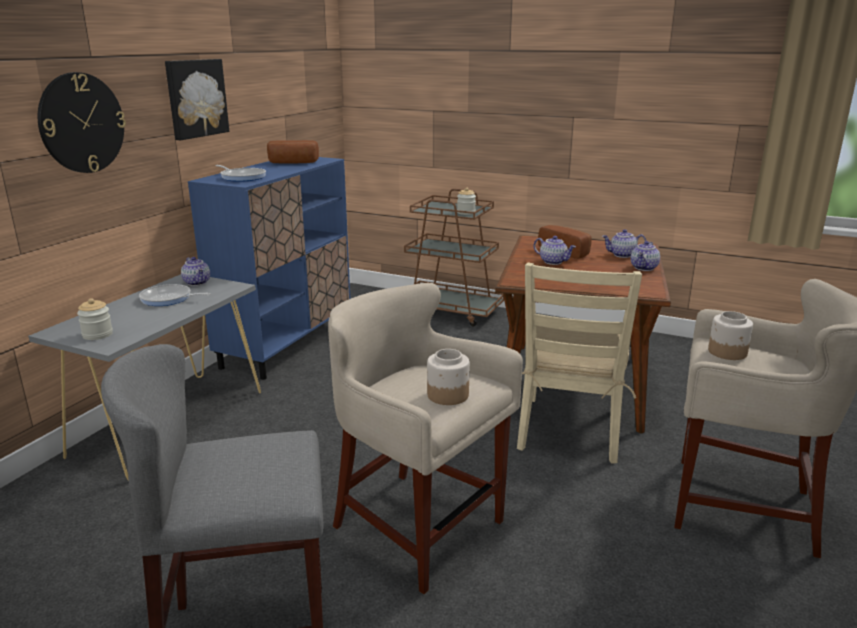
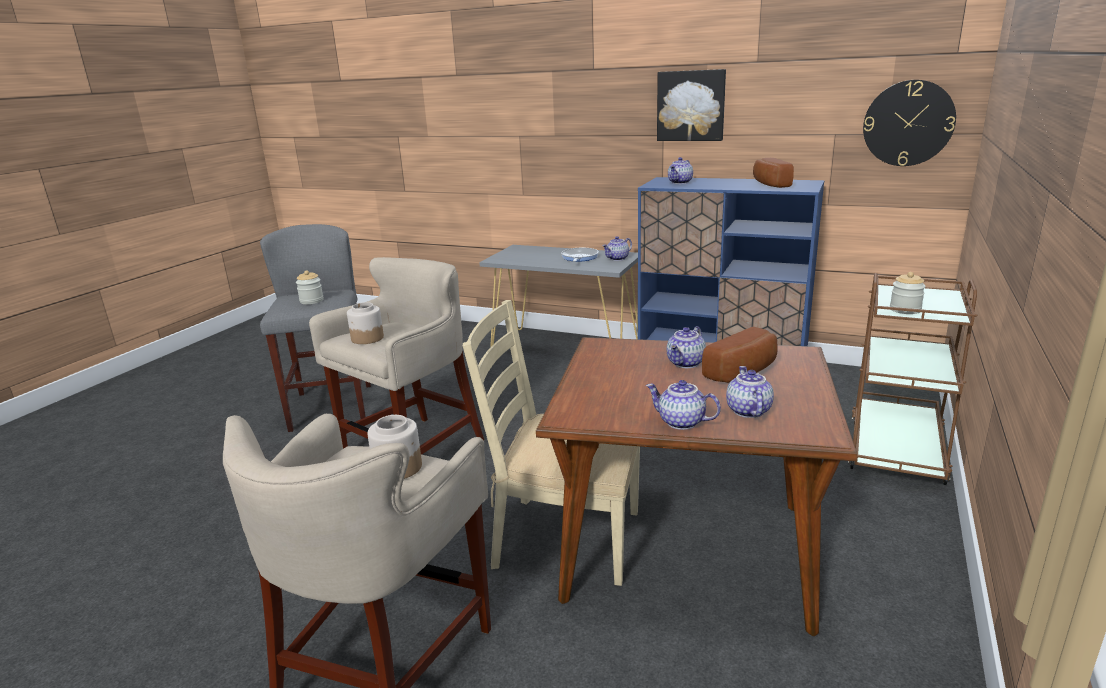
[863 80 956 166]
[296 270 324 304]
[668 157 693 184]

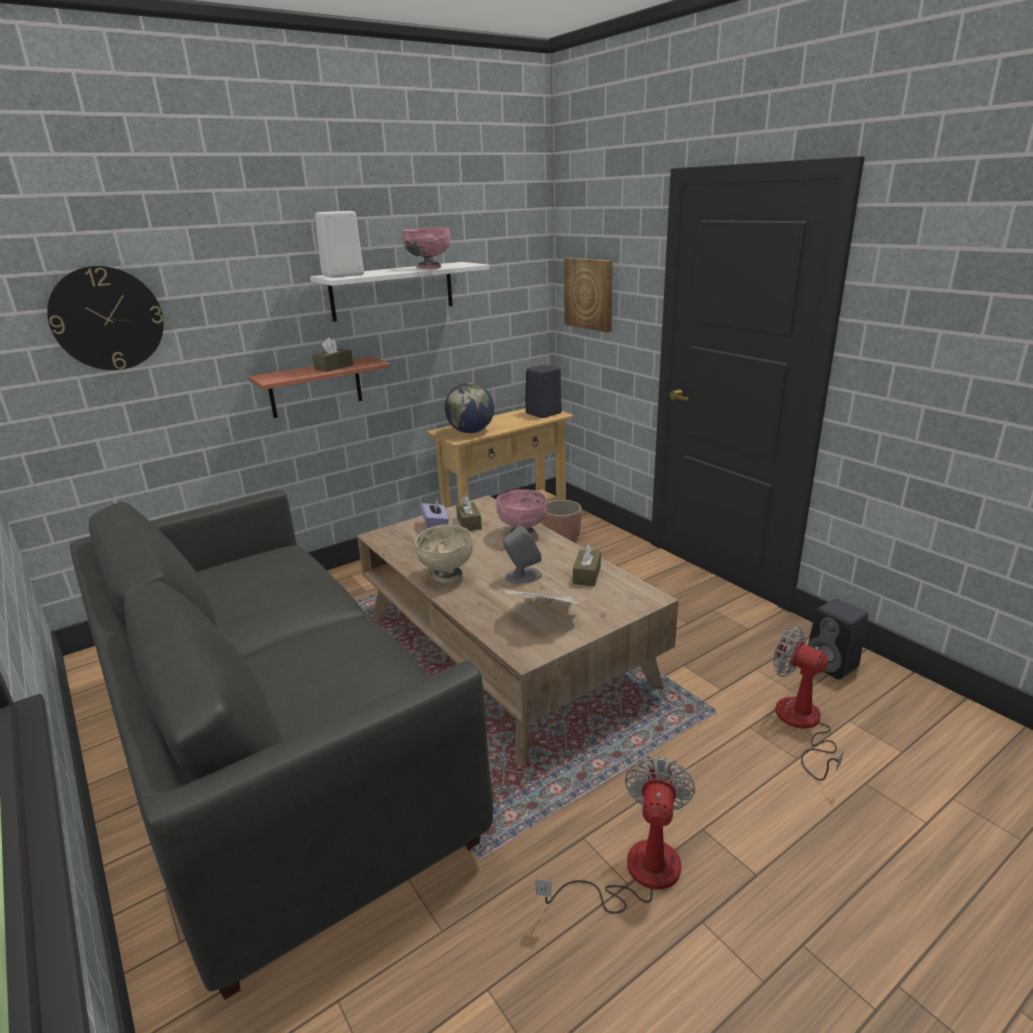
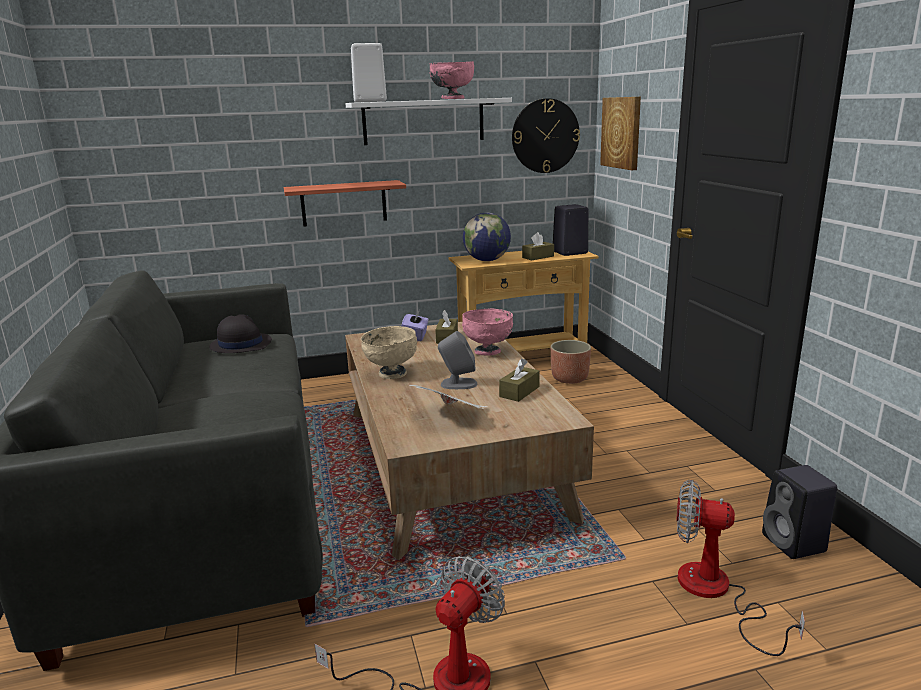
[209 314 272 353]
[512 98 580 173]
[522 232 554 261]
[676 479 805 656]

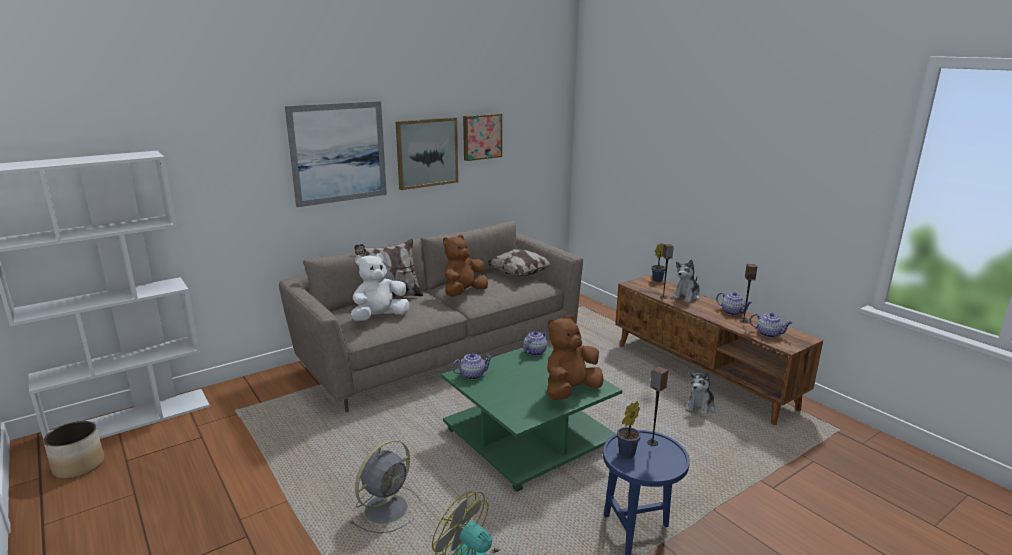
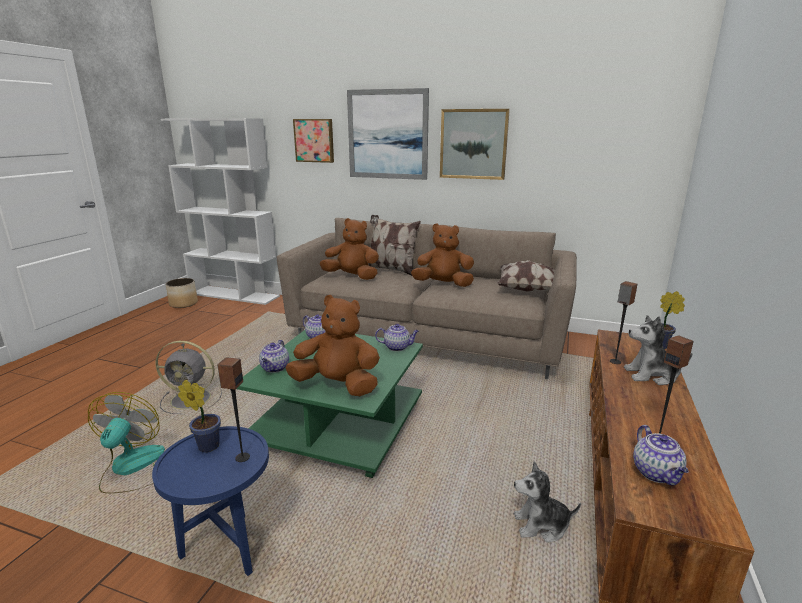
[293 119 334 163]
[259 340 289 373]
[320 218 379 280]

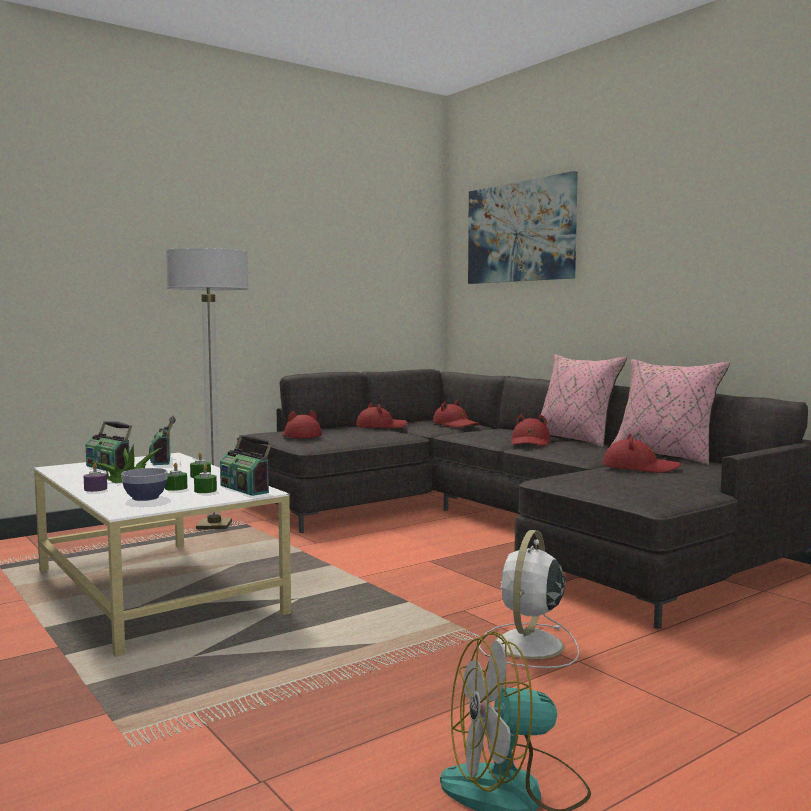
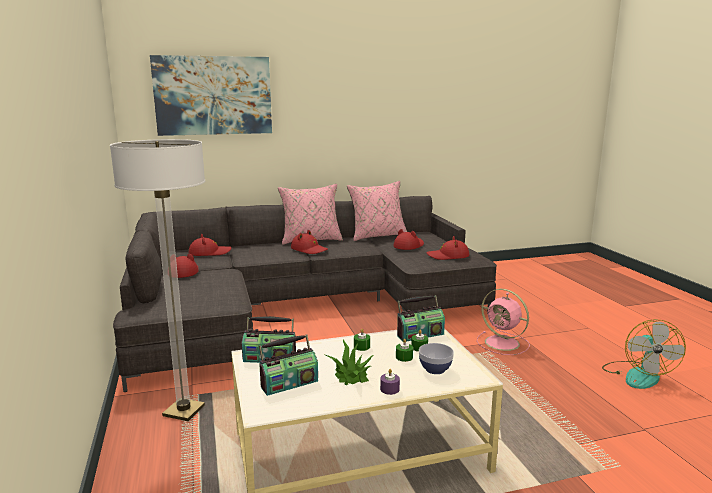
[426 236 469 260]
[477 289 530 355]

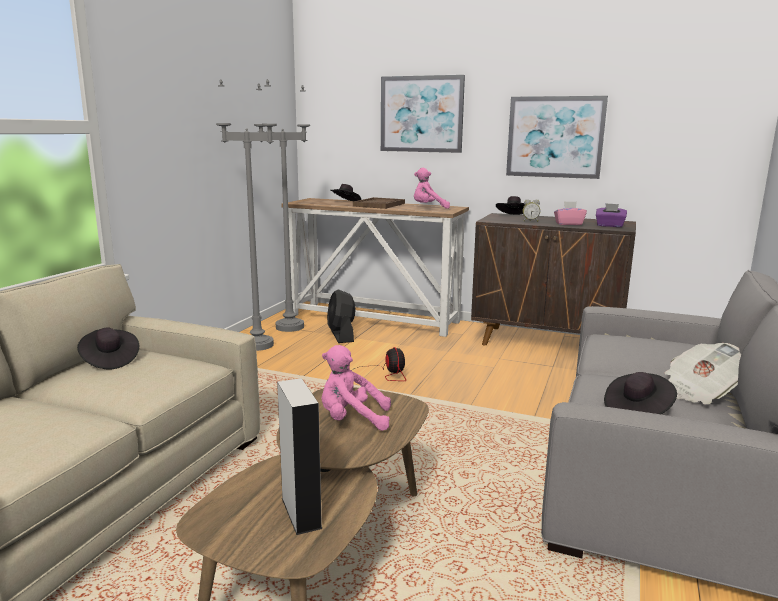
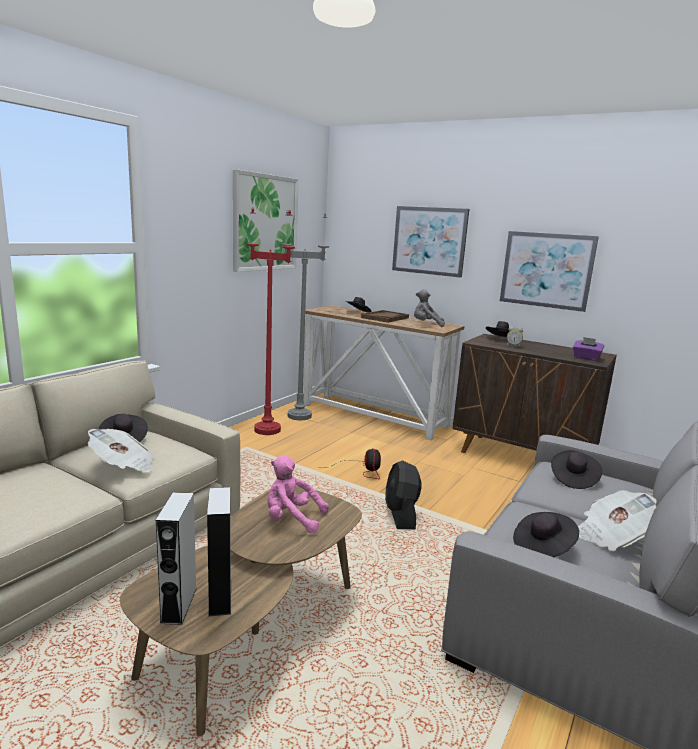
[554 201 587 225] (first image)
[88 429 153 473]
[156 492 197 625]
[233 169 299 272]
[551 450 602 489]
[385 460 421 529]
[246 208 295 435]
[414 289 445 327]

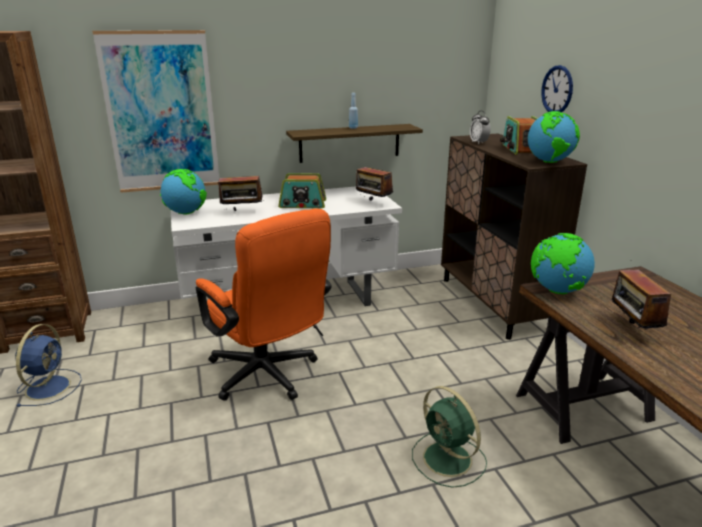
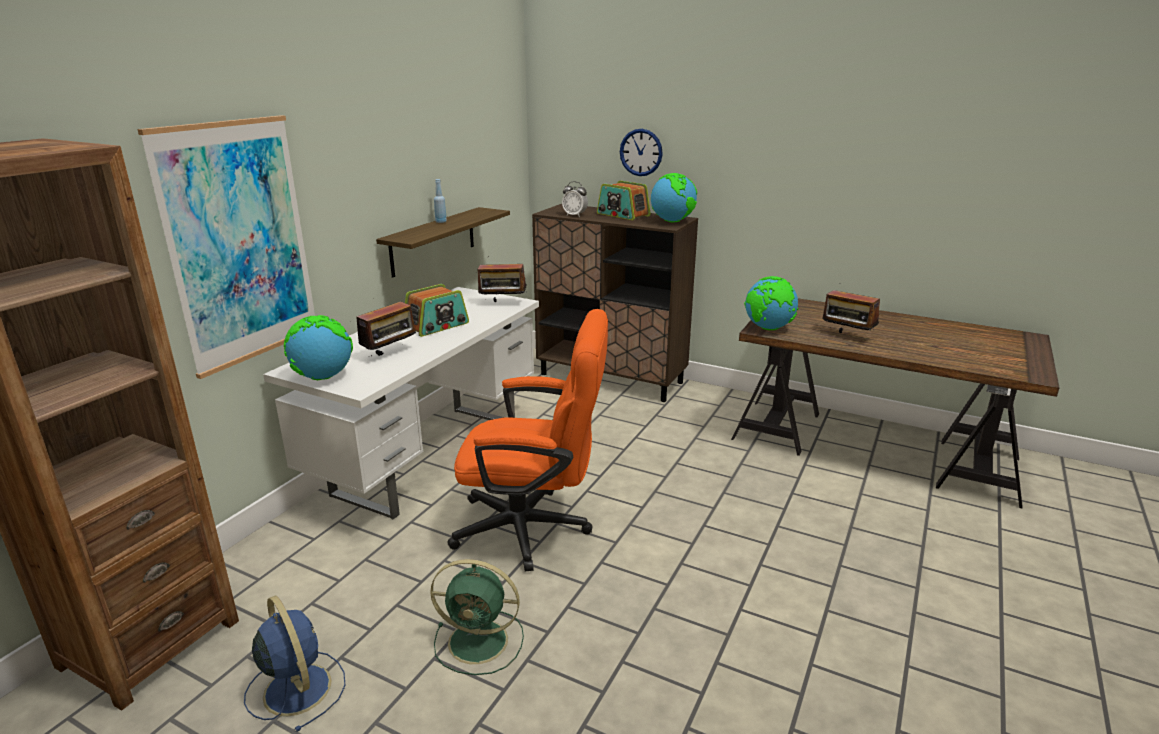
[430 559 524 675]

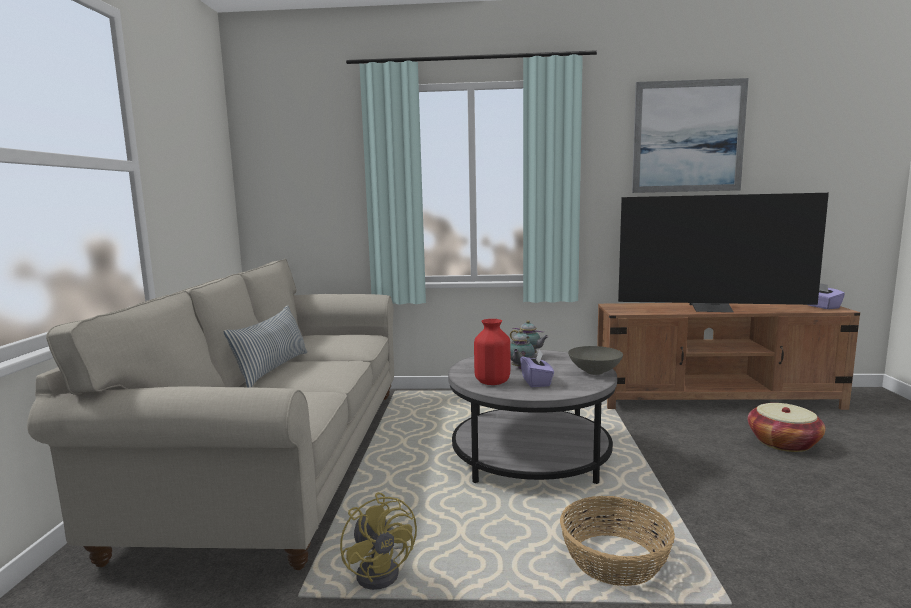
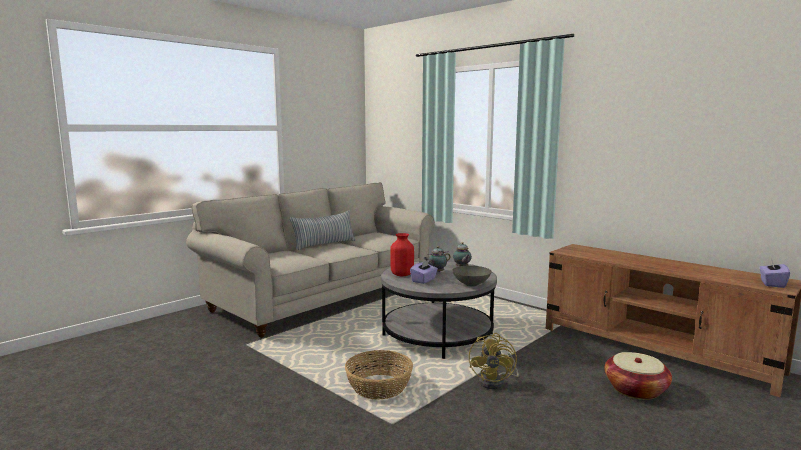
[618 193 829 312] (first image)
[632 78 748 193] (first image)
[469 333 519 389]

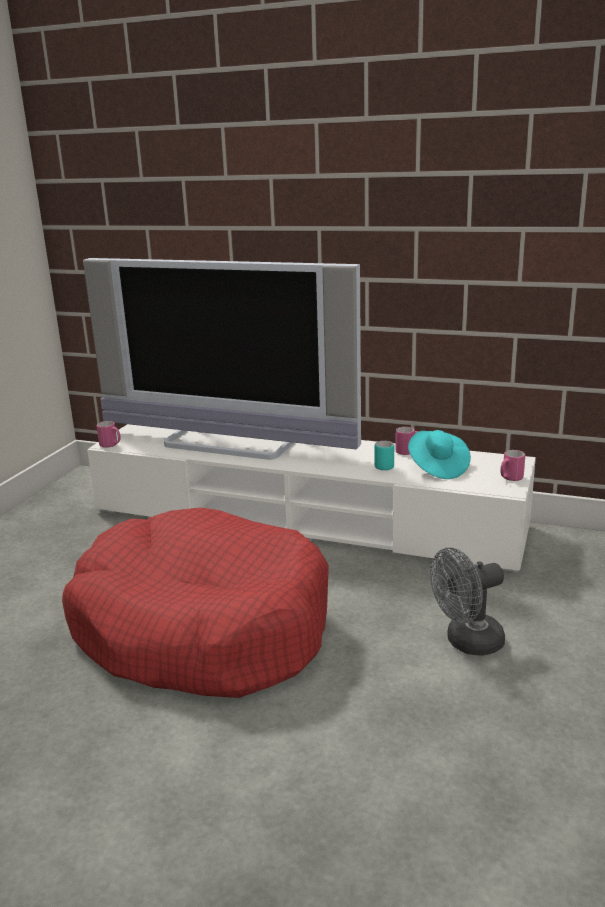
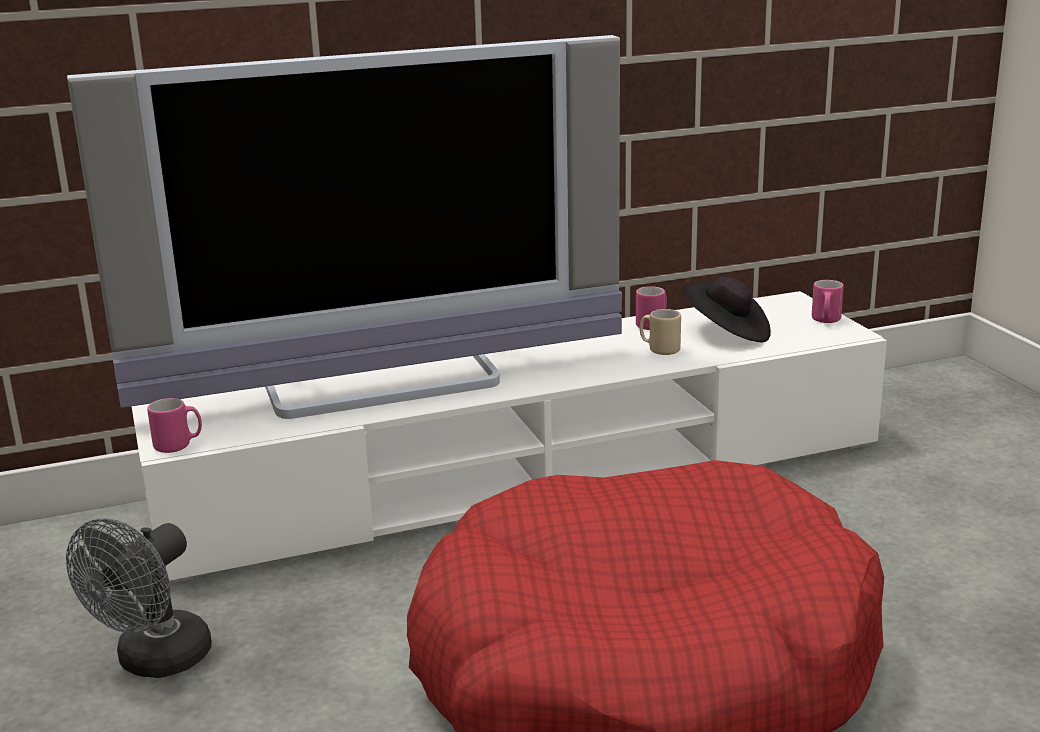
[66 518 212 678]
[639 309 681 355]
[682 276 771 342]

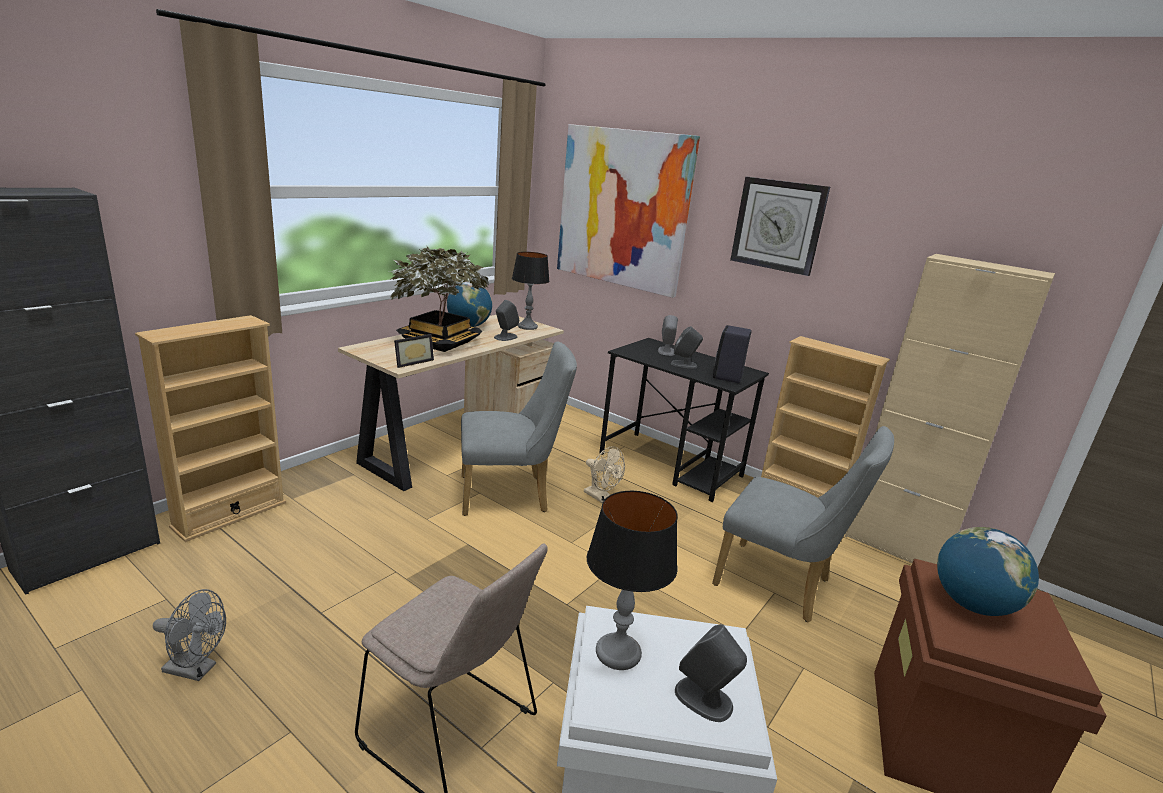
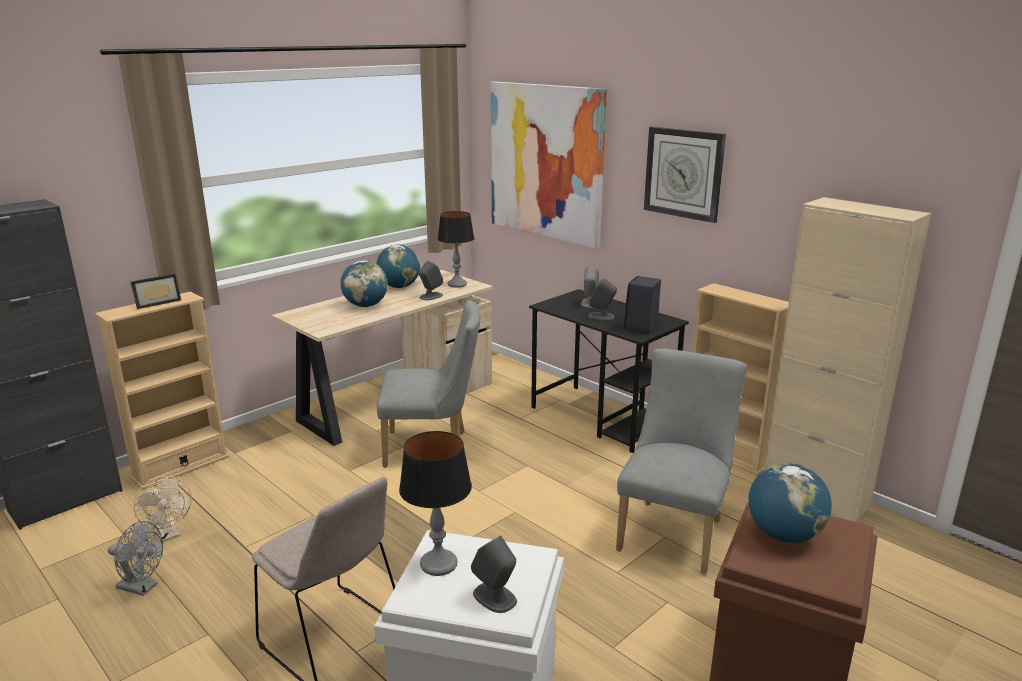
[131 274 181 309]
[134 476 192 542]
[341 260 388 307]
[616 349 747 574]

